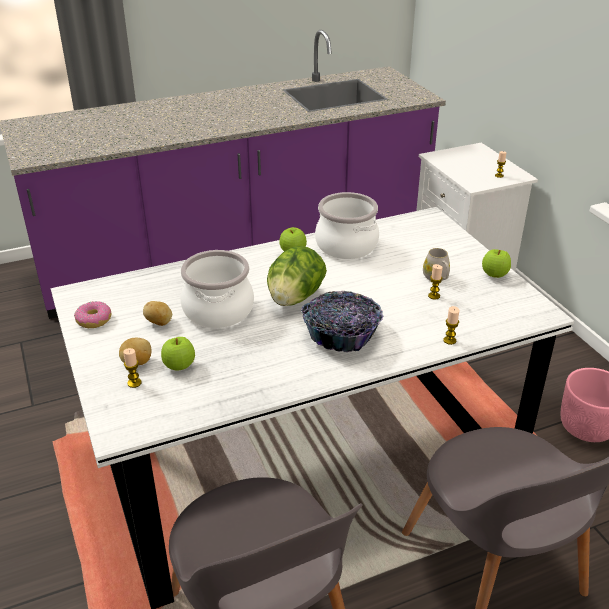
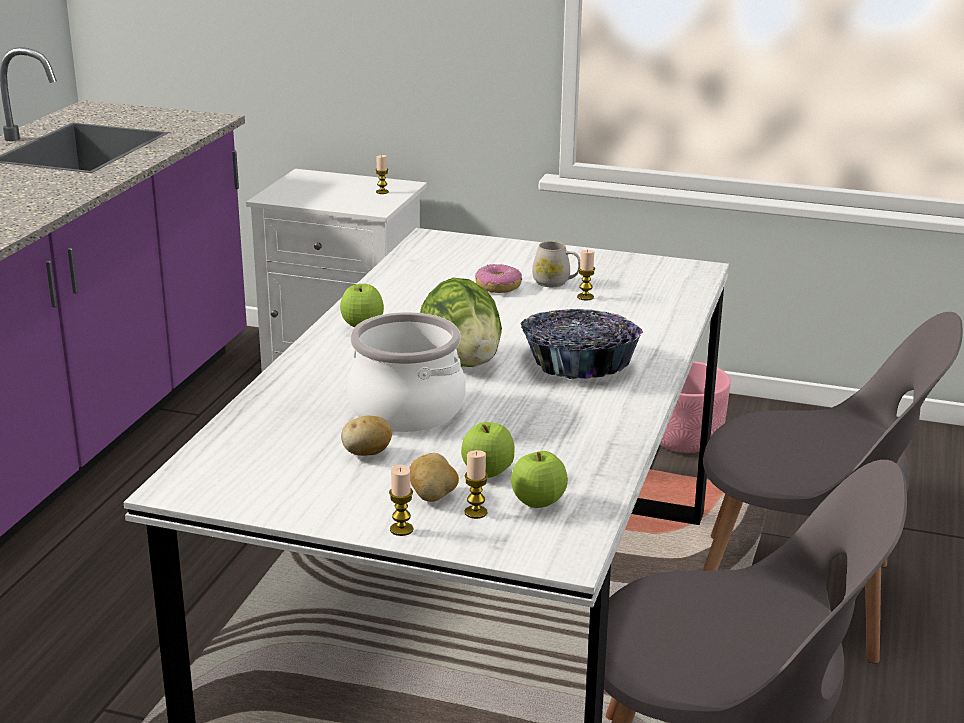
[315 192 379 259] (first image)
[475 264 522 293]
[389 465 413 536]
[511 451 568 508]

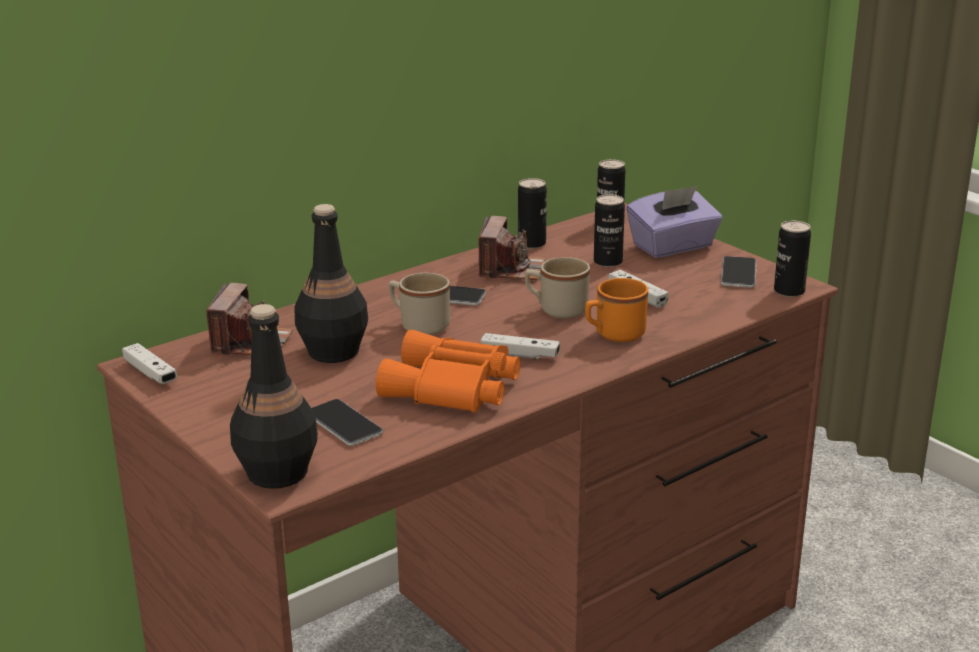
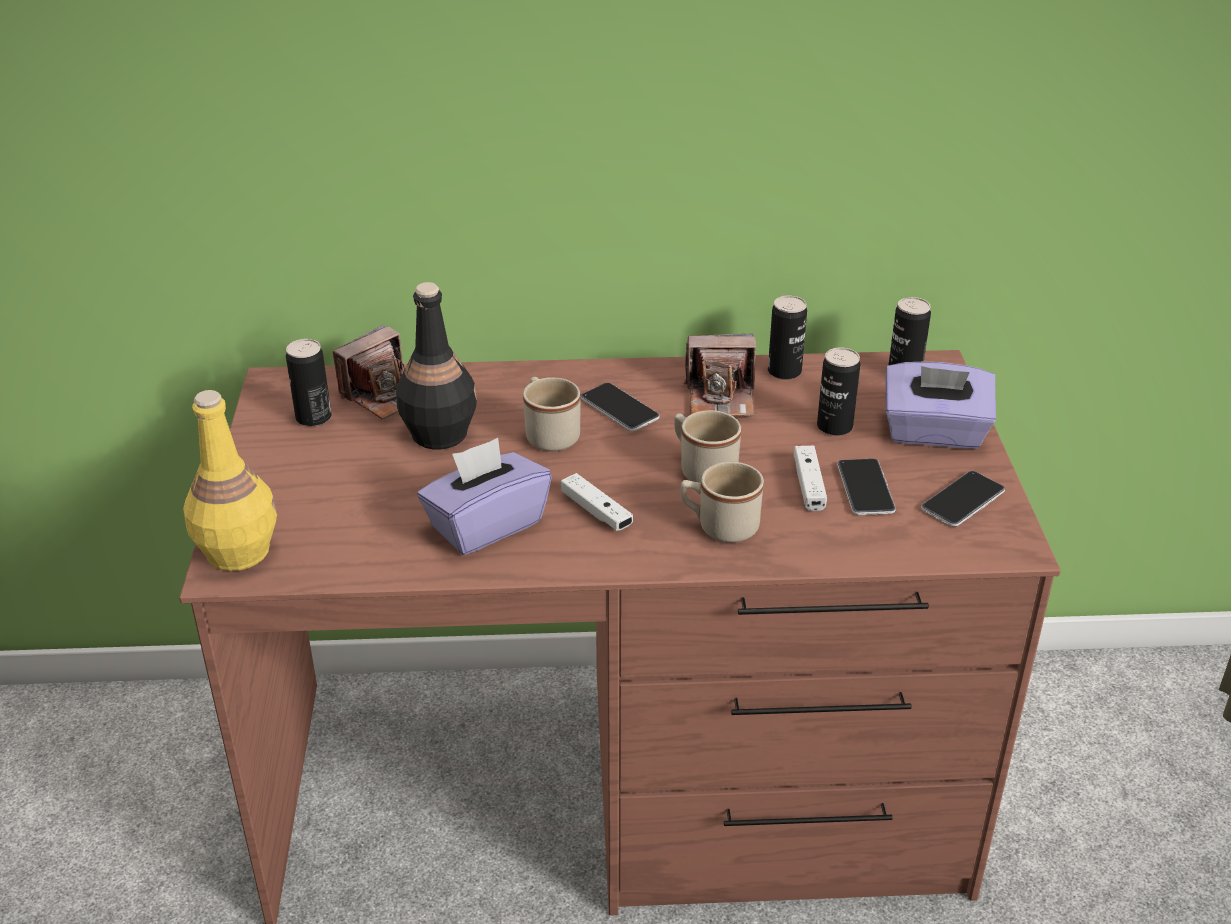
[122 343 177 384] (first image)
[837 459 896 515]
[286 339 331 426]
[417 438 552 555]
[183 390 277 571]
[680 462 764 543]
[684 334 756 416]

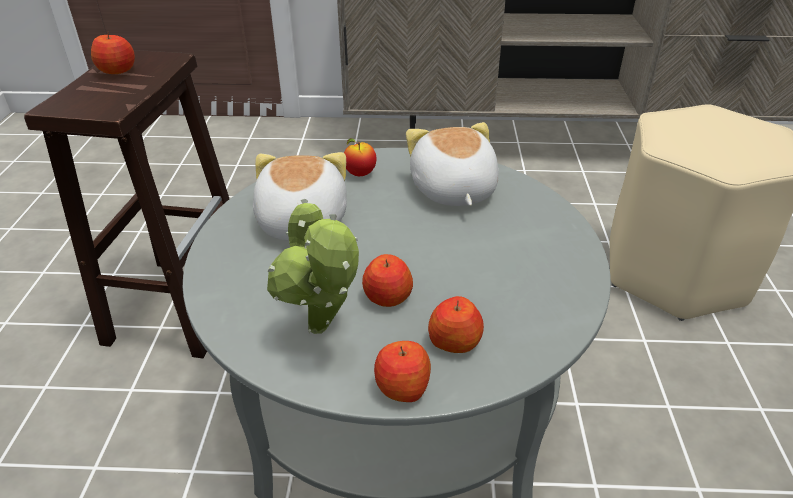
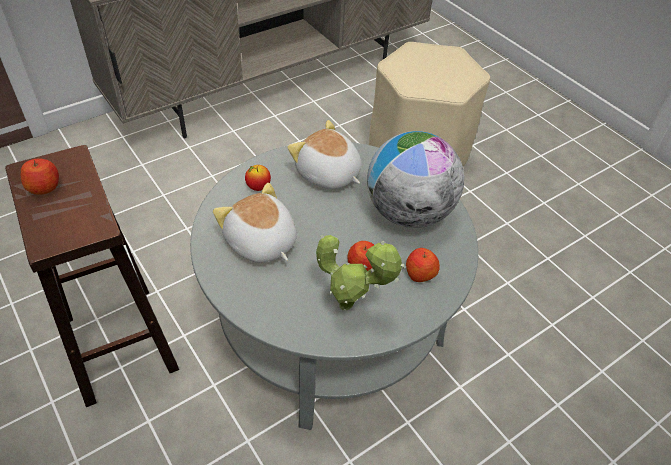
[374 341 431 402] (first image)
[367 131 464 228]

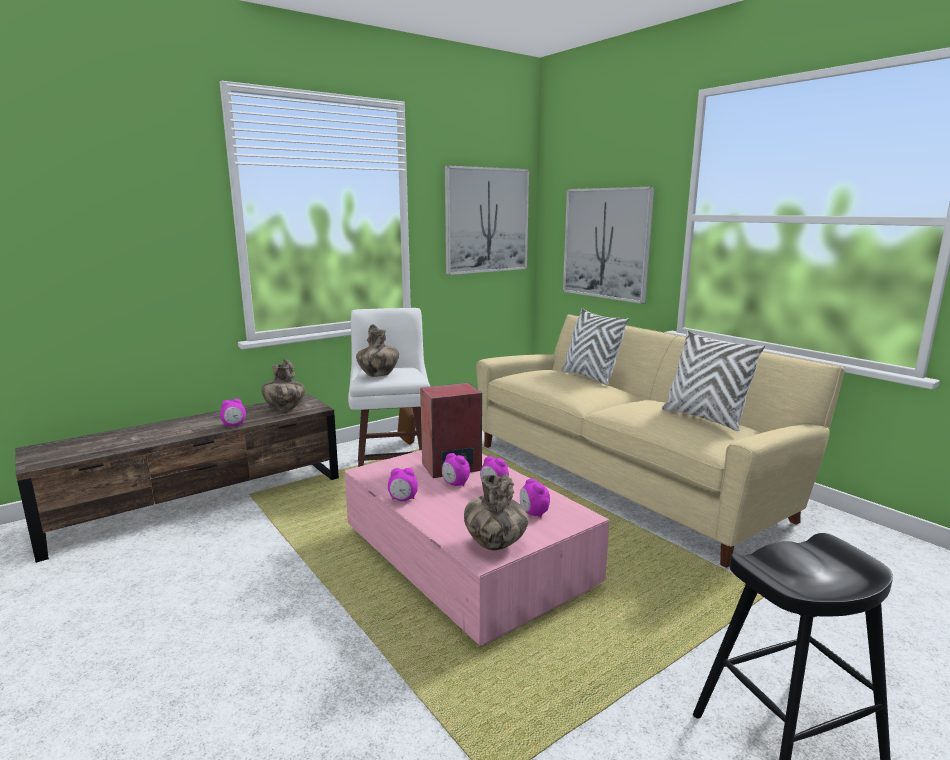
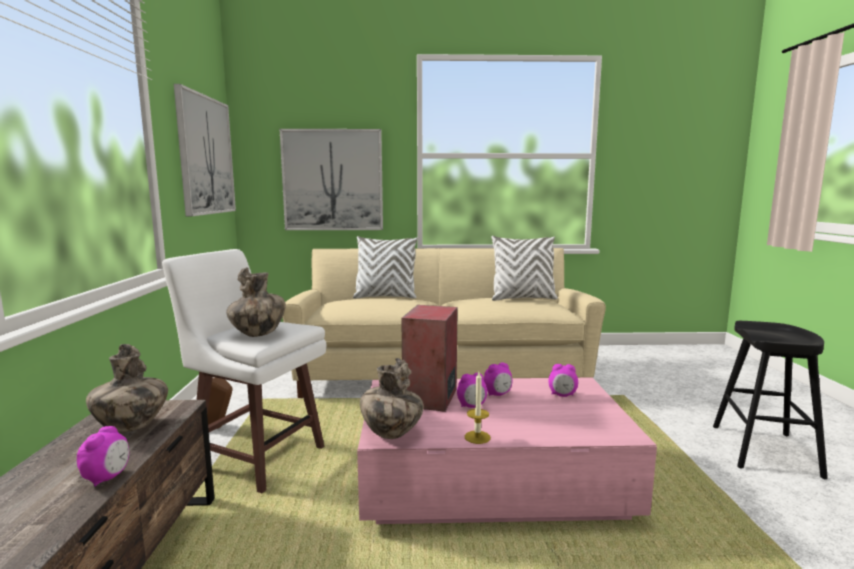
[360 358 424 439]
[465 372 491 444]

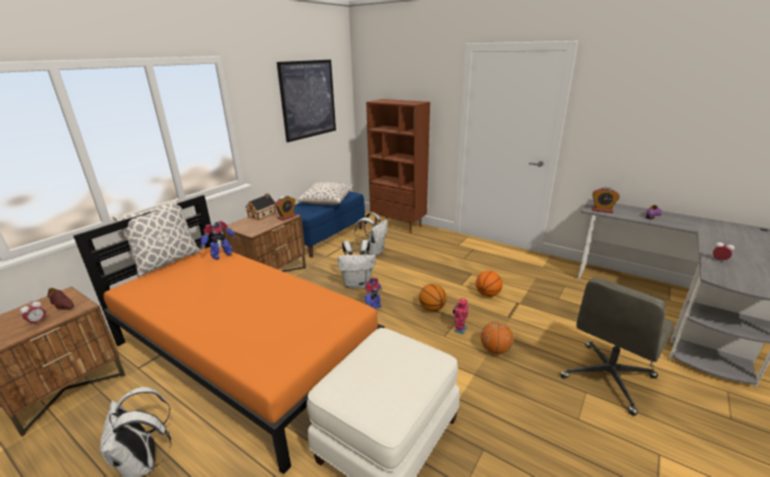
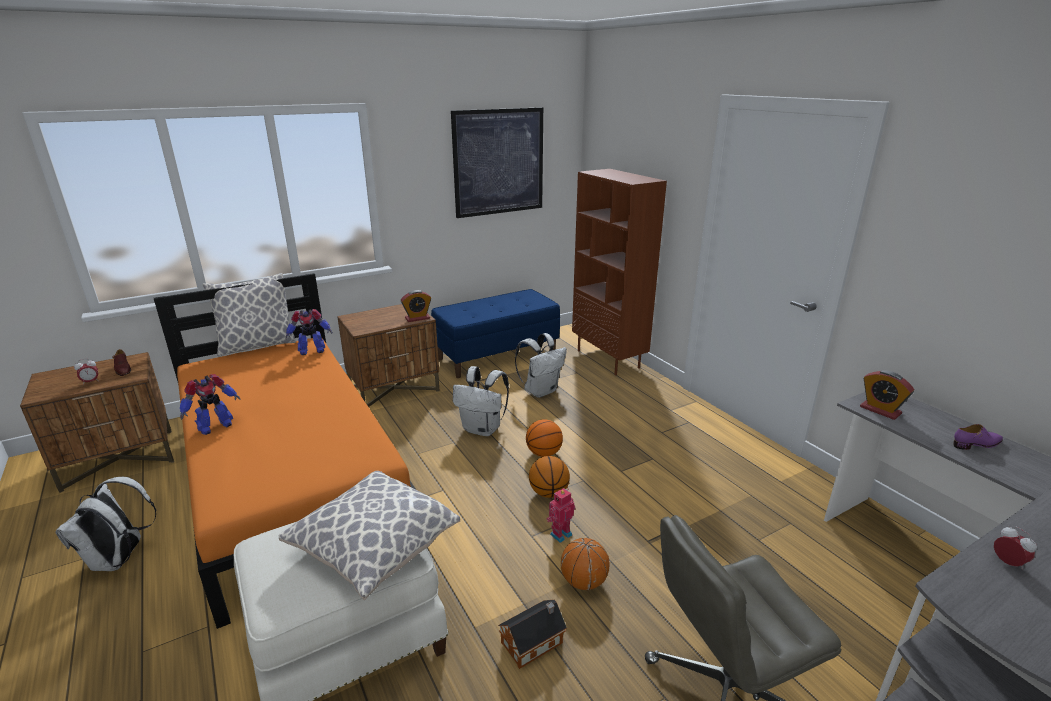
[498 600 567 669]
[279 471 460 600]
[180 374 240 435]
[526 419 563 457]

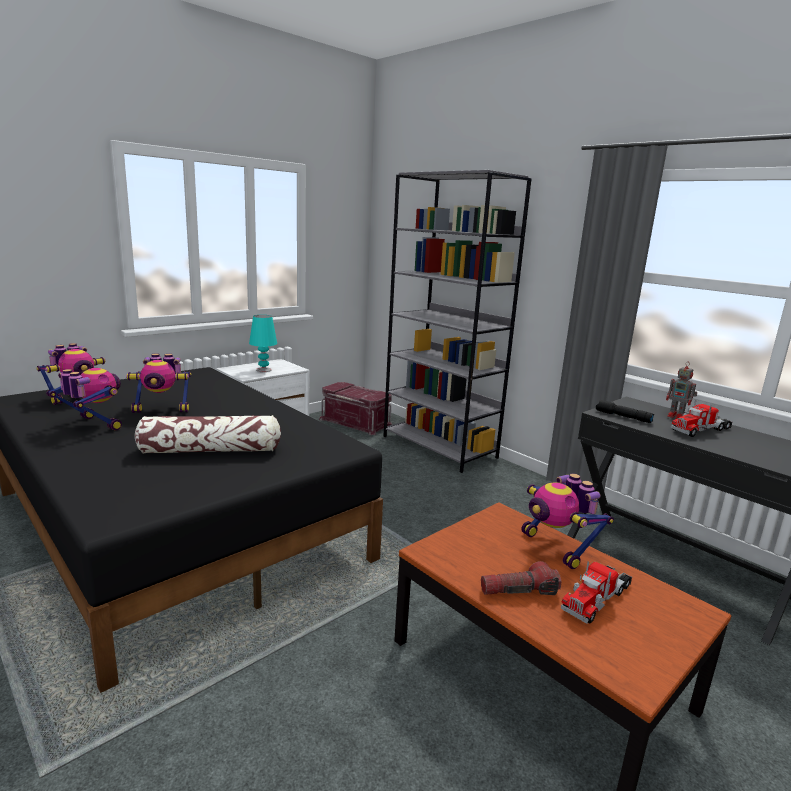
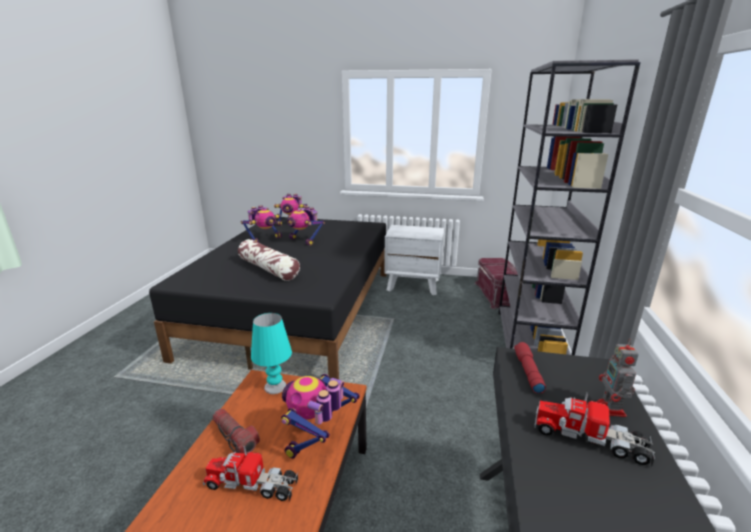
[251 313 292 394]
[514 342 546 393]
[241 206 282 242]

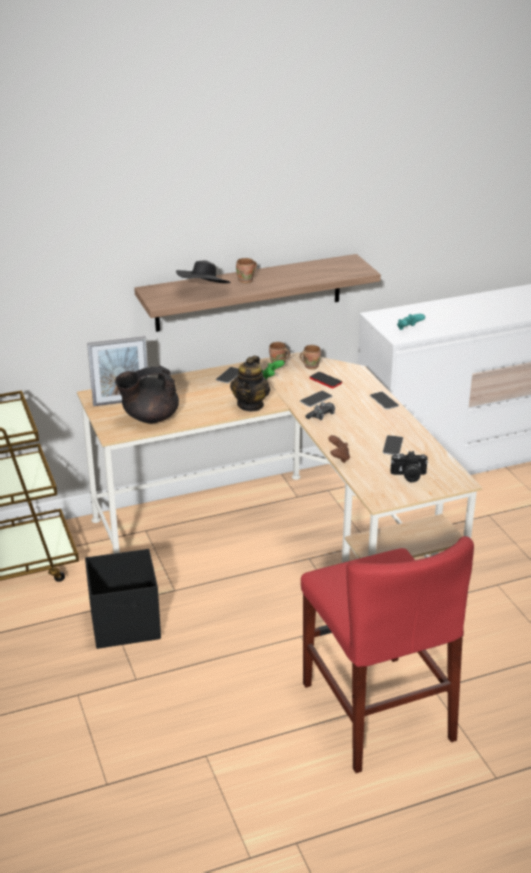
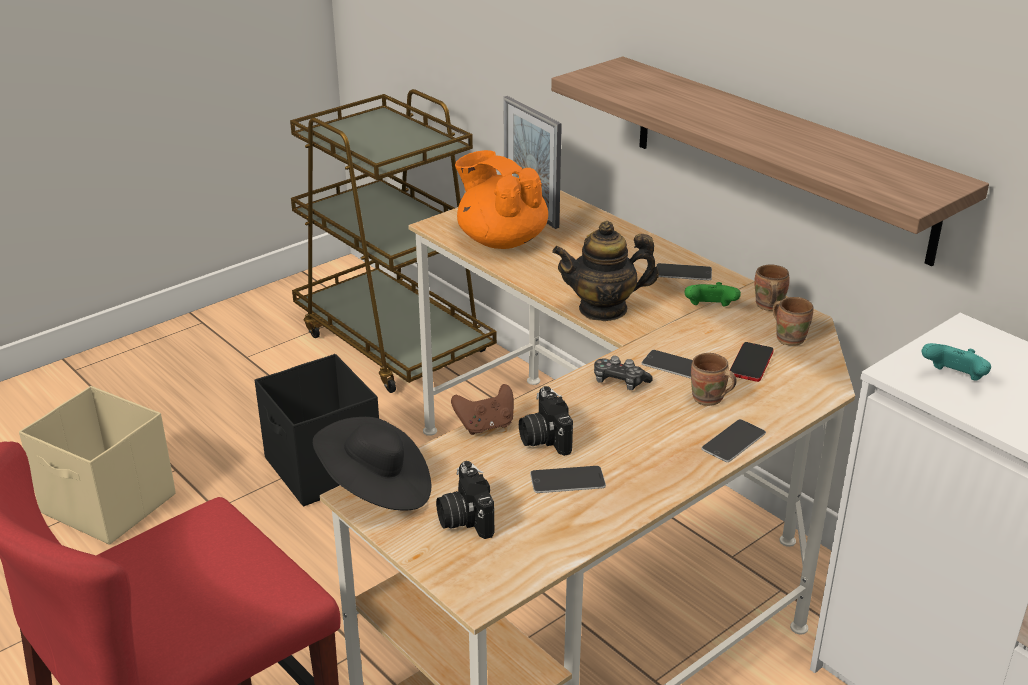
[19 386 176 545]
[519 386 573 456]
[313 417 431 510]
[691 353 737 406]
[455 150 548 249]

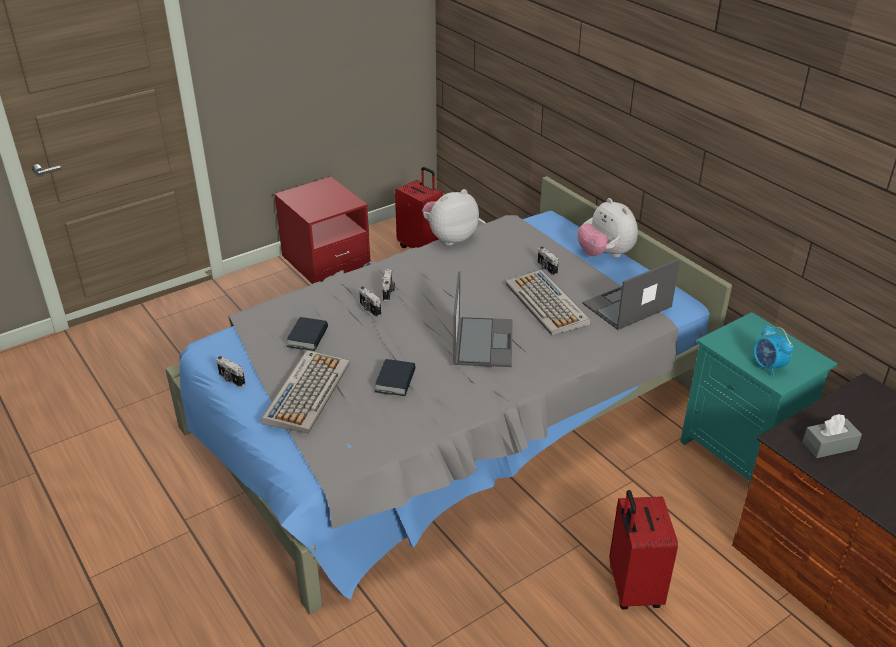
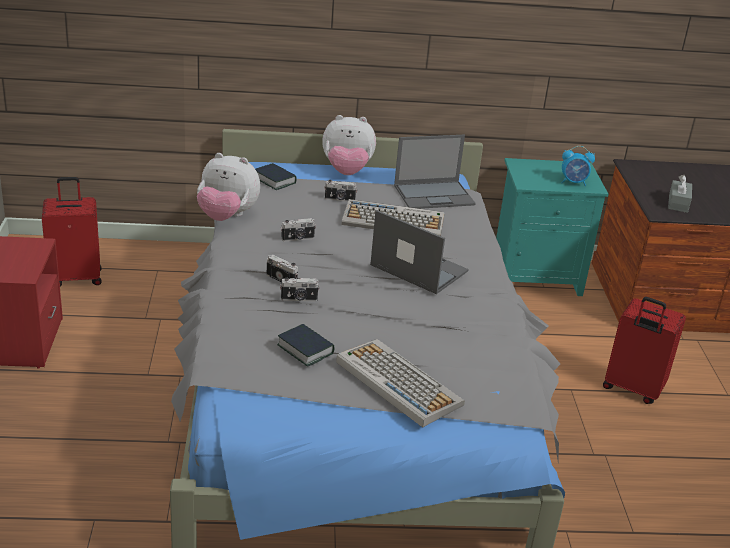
[281 218 316 241]
[255 163 297 190]
[197 153 260 221]
[394 135 476 209]

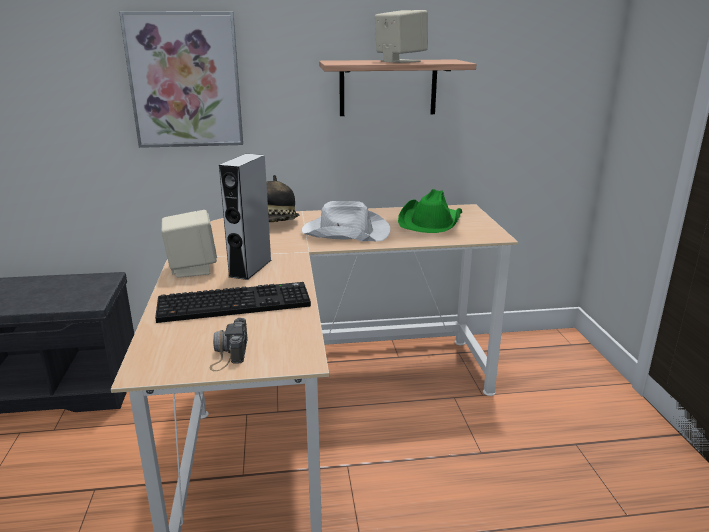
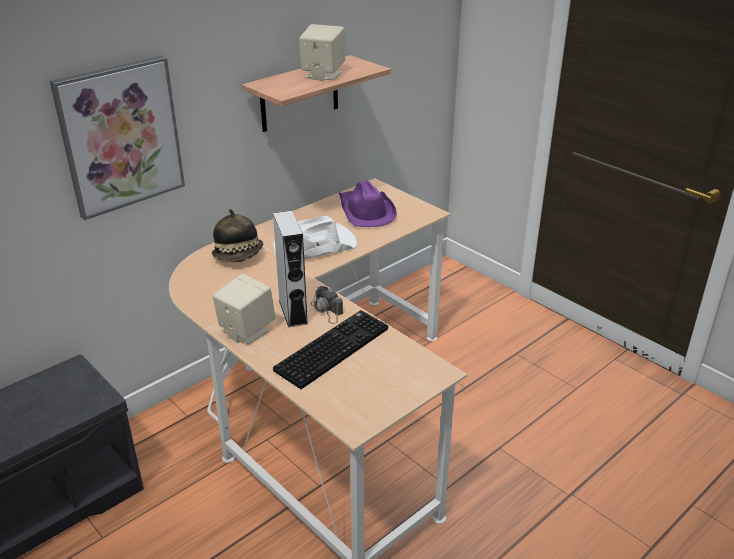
[310 286 343 324]
[339 180 397 227]

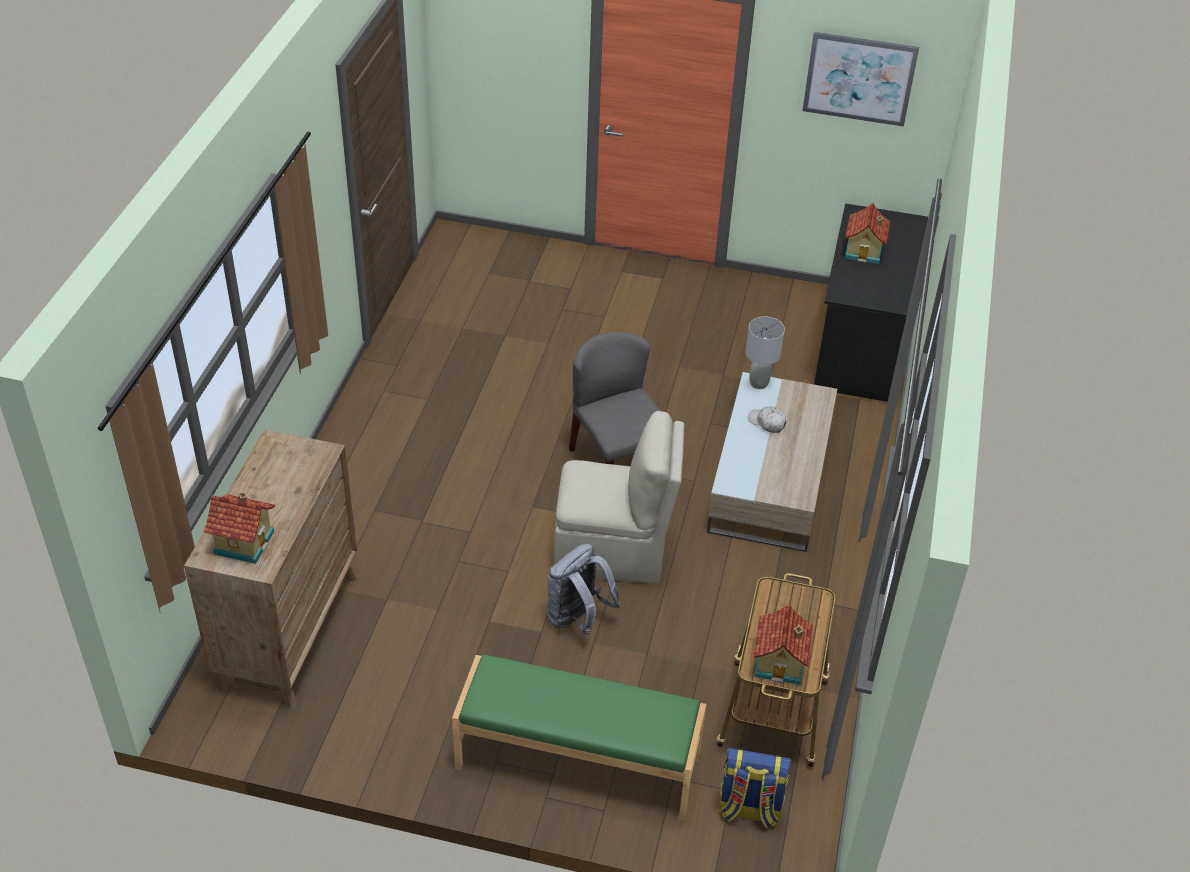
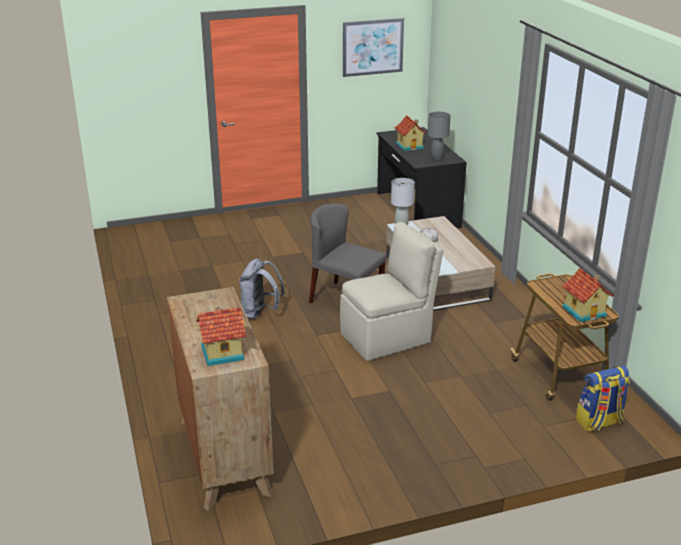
[452 655 706 821] (first image)
[428 112 450 160]
[239 258 285 319]

